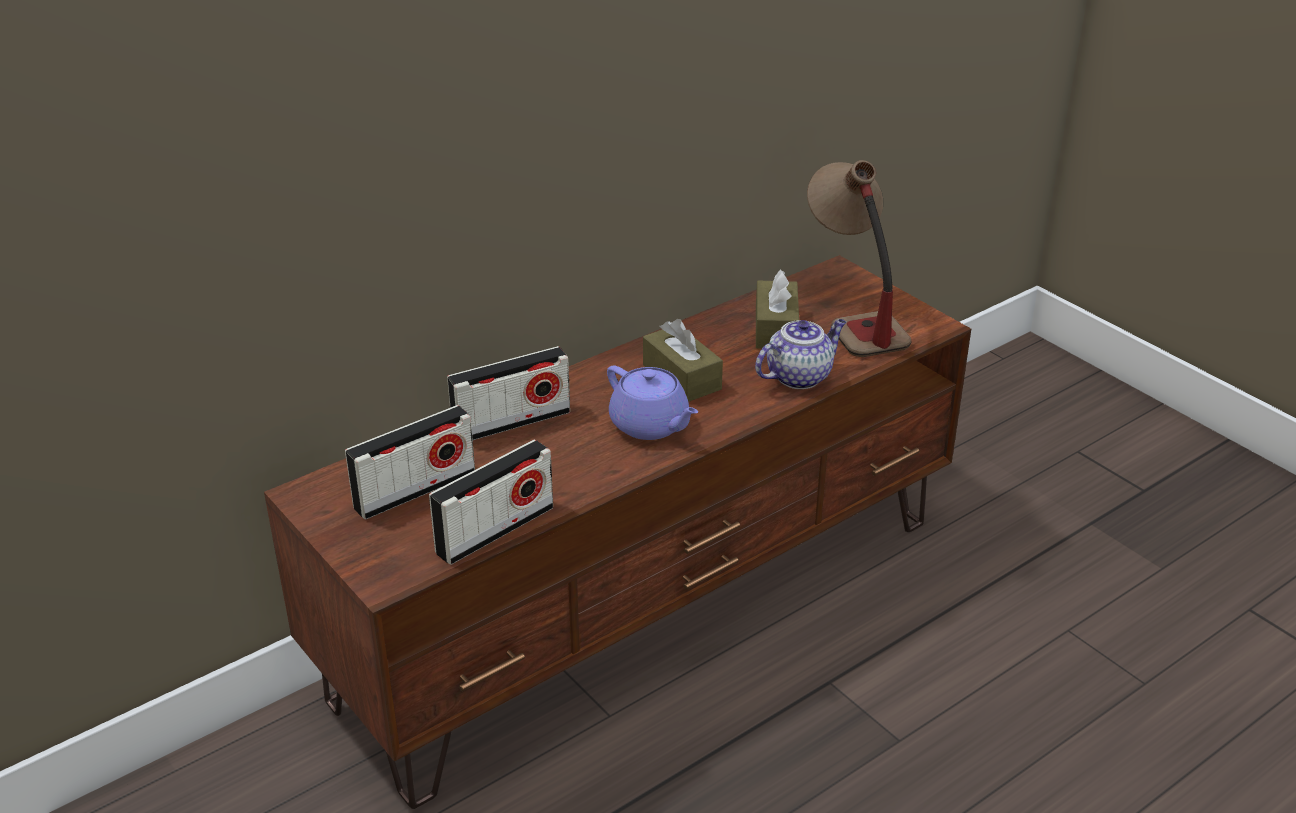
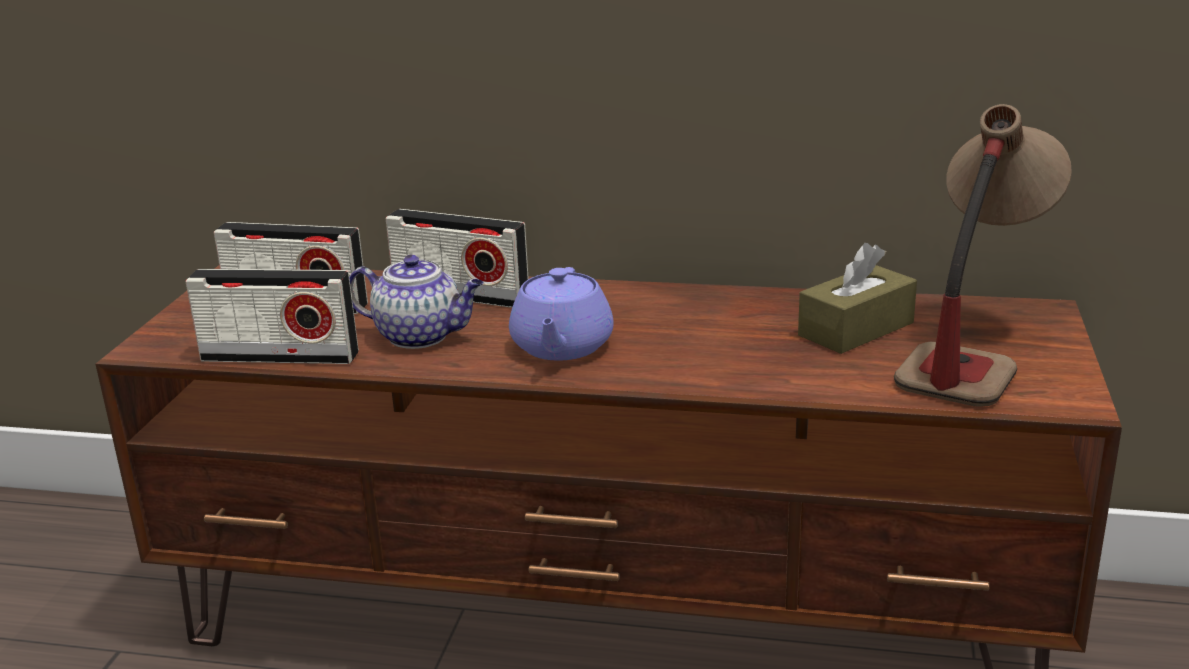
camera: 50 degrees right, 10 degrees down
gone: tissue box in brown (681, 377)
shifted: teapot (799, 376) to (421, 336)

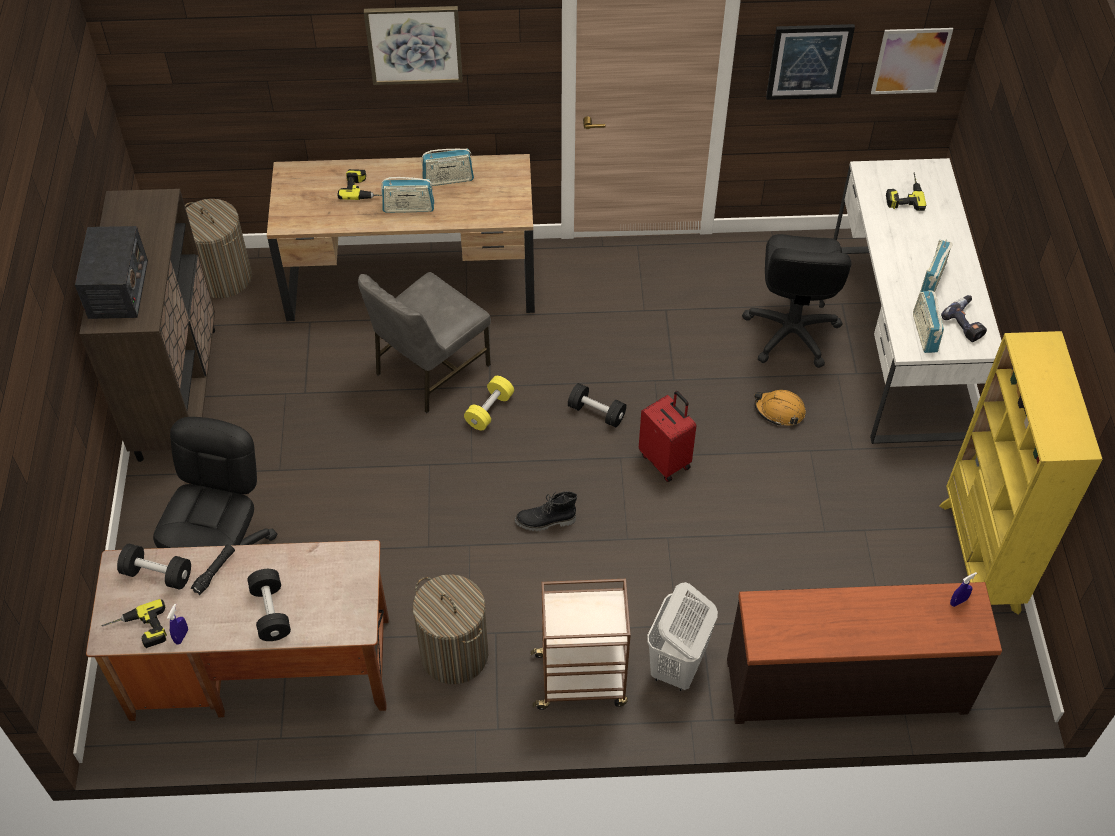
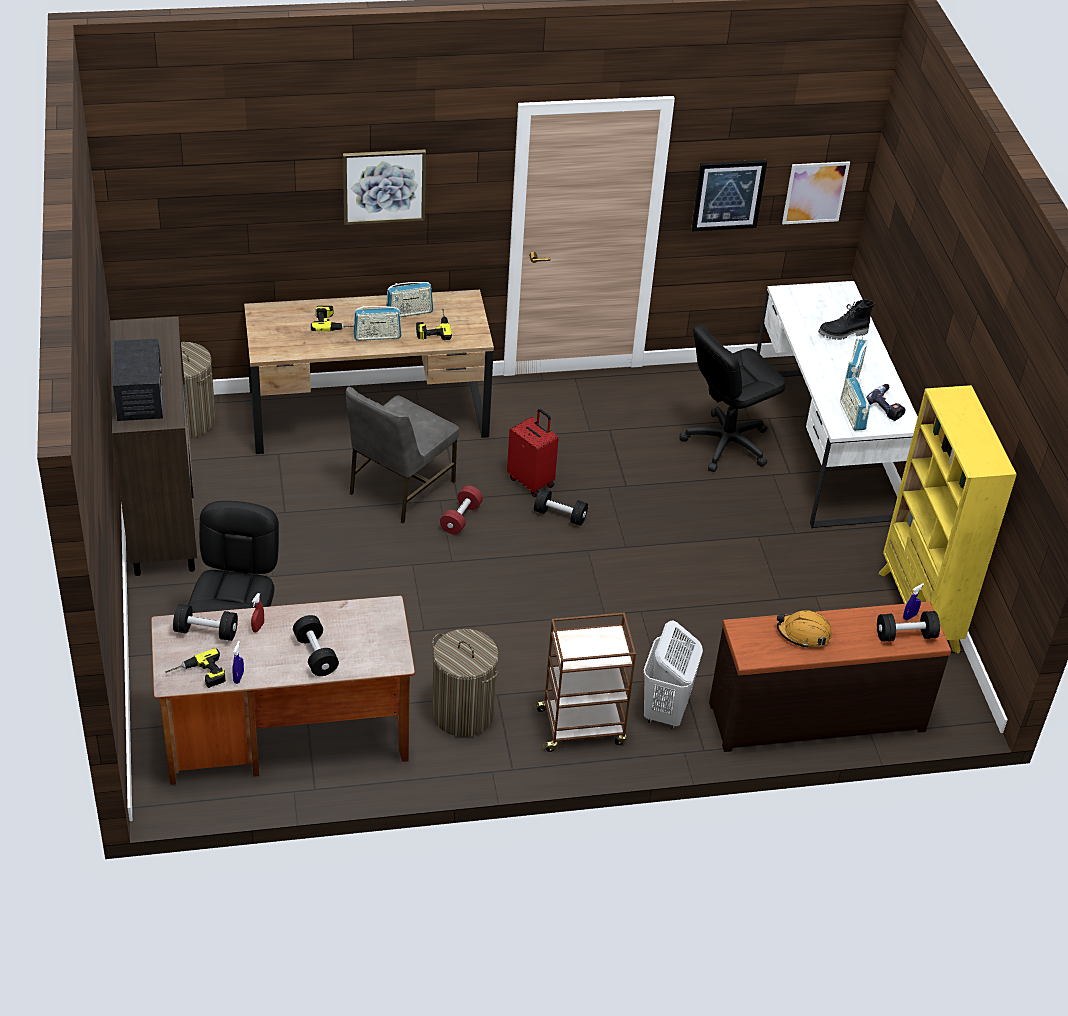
camera: 10 degrees left, 10 degrees down
new: dumbbell in black (905, 635)
shifted: power drill (903, 194) to (433, 327); hard hat in orange (779, 411) to (803, 633); suitcase in red (666, 460) to (531, 481); boot in black (545, 522) to (843, 333)
swapped: flashlight in black (214, 572) to spray bottle in red (258, 627)
repainted: dumbbell in yellow (489, 410) to dumbbell in red (461, 518)
rotated: office chair in black (790, 333) = (726, 443) 60 degrees clockwise

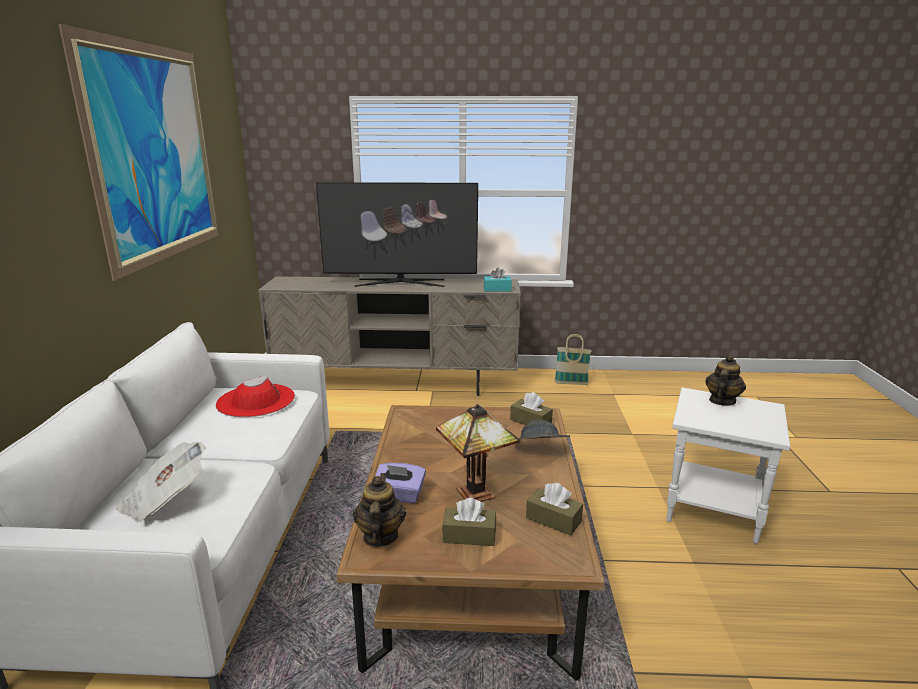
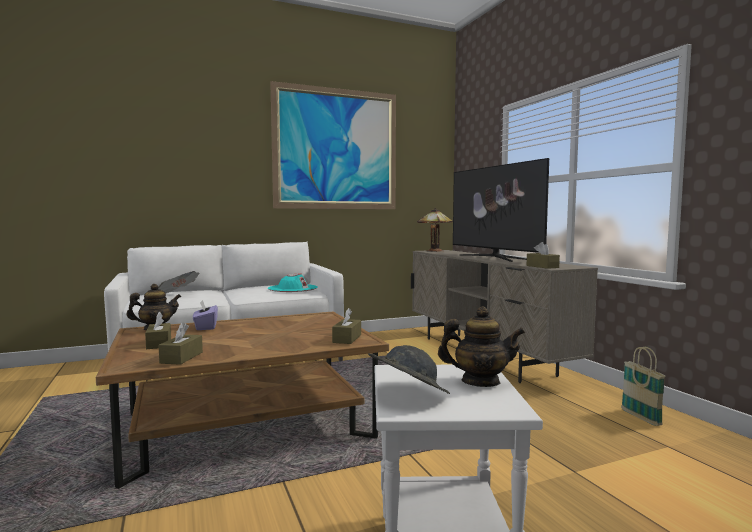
camera: 65 degrees right, 15 degrees down
shifted: table lamp (478, 494) to (435, 251); hat in grey (538, 450) to (407, 394)
repainted: tissue box in turquoise (497, 289) to tissue box in brown (542, 266); hat in red (256, 400) to hat in turquoise (292, 288)

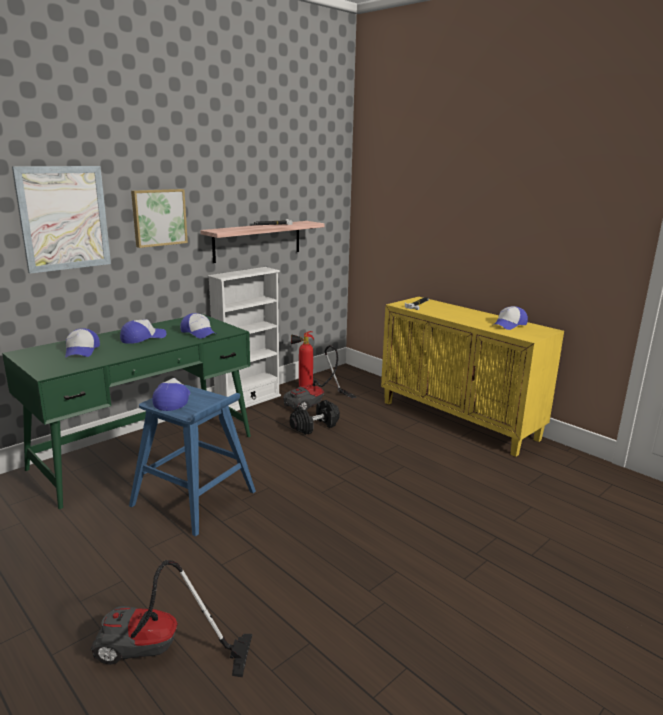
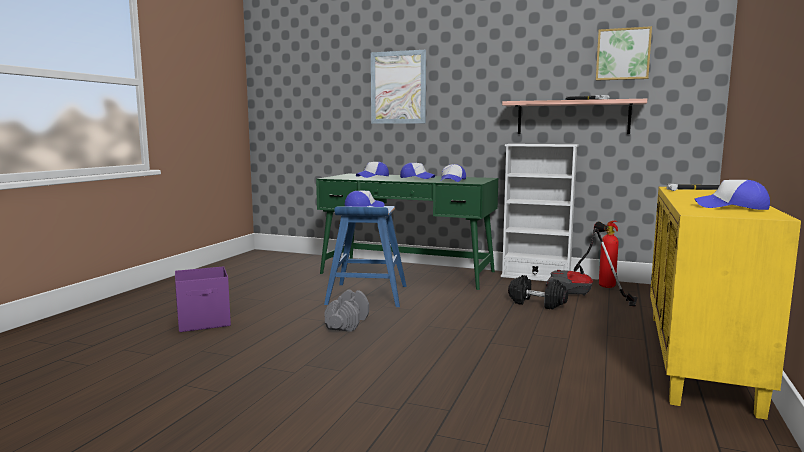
camera: 65 degrees right, 10 degrees down
new: dumbbell in grey (347, 323)
shifted: picture (158, 217) to (623, 54)
swapped: vacuum cleaner (158, 654) to storage box in purple (205, 322)

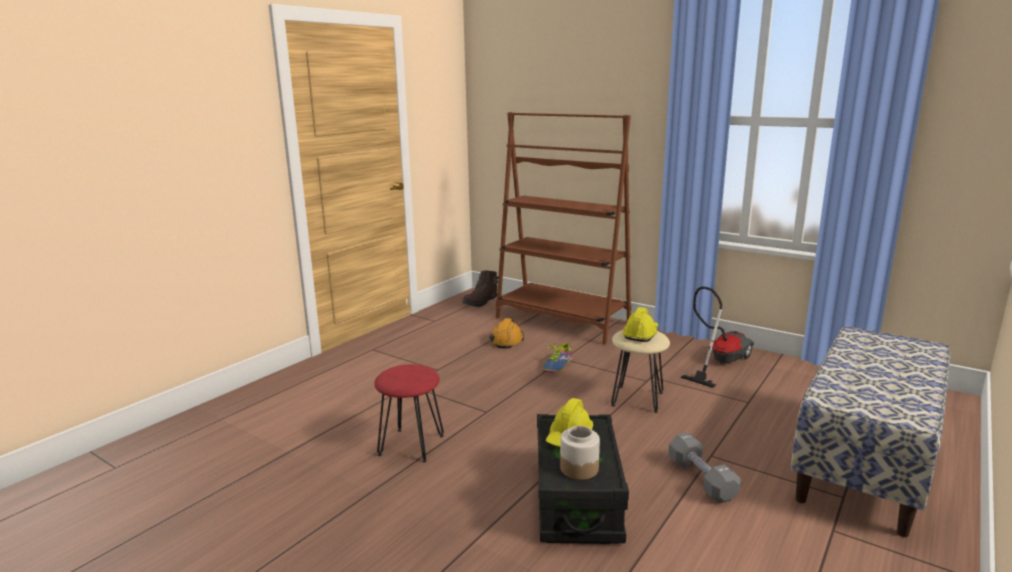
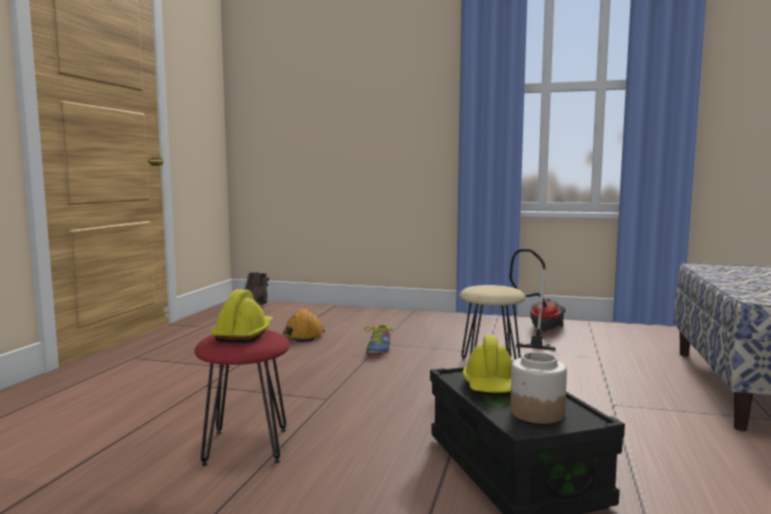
camera: 20 degrees left, 10 degrees down
gone: bookcase in brown (562, 321); dumbbell in grey (701, 479)
shifted: hard hat in yellow (640, 334) to (244, 334)

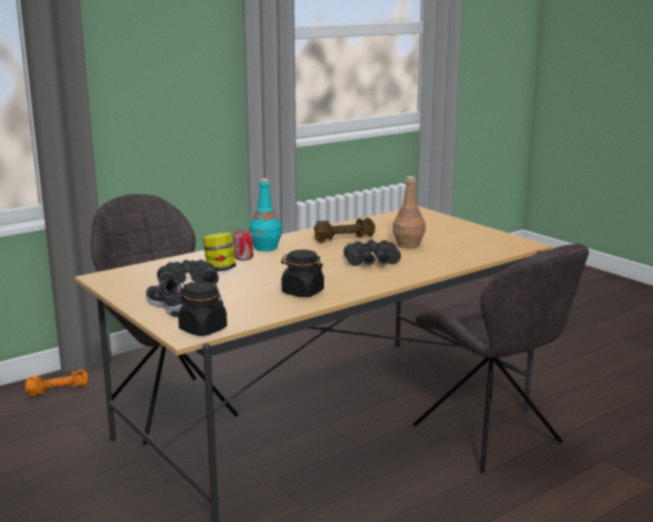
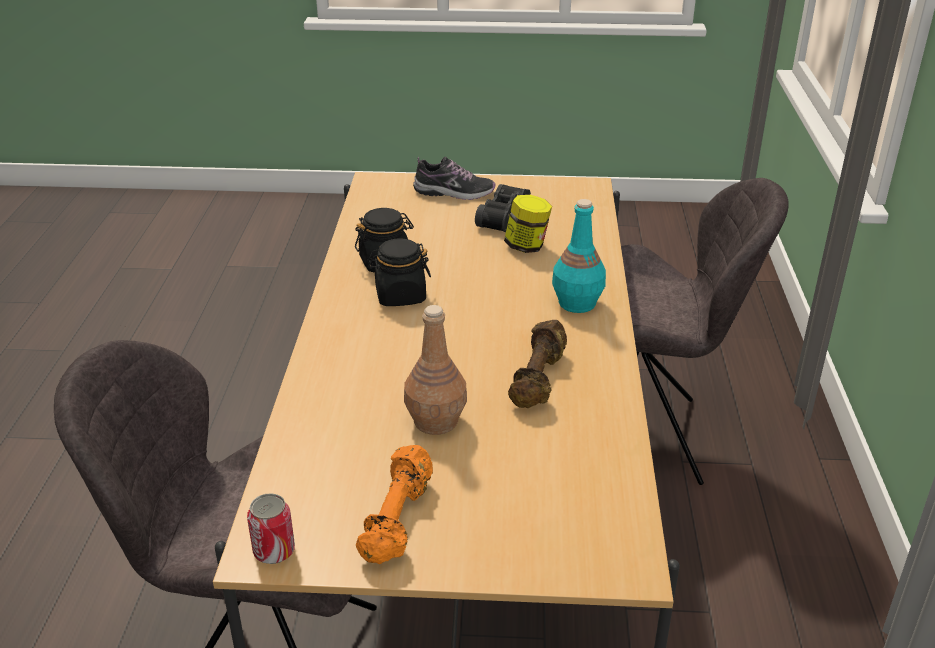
camera: 130 degrees right, 15 degrees up
gone: binoculars in black (372, 263)
shifted: can (243, 258) to (274, 551); jar in black (203, 329) to (400, 296); dumbbell in orange (57, 390) to (399, 520)

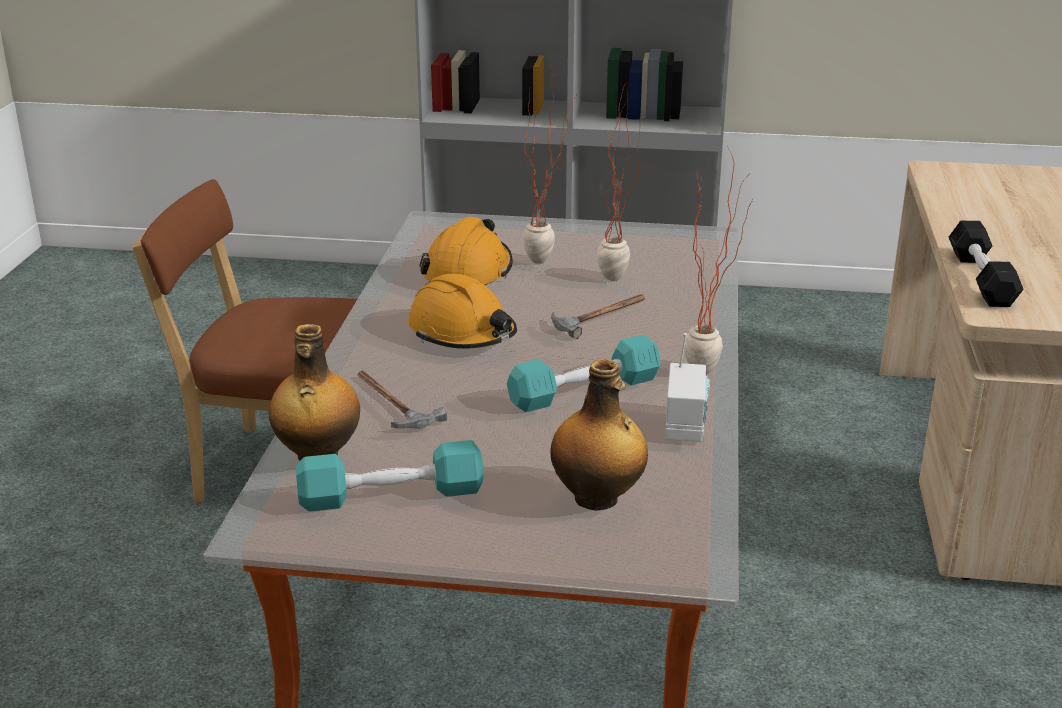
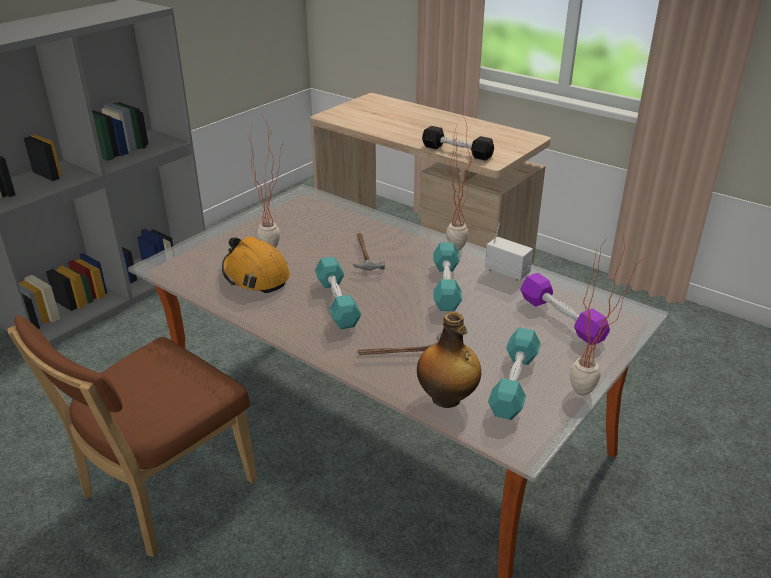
camera: 60 degrees left, 5 degrees up
shifted: potted plant (614, 282) to (591, 394)
swapped: hard hat in orange (462, 333) to dumbbell in turquoise (337, 302); bottle (597, 499) to dumbbell in purple (561, 319)

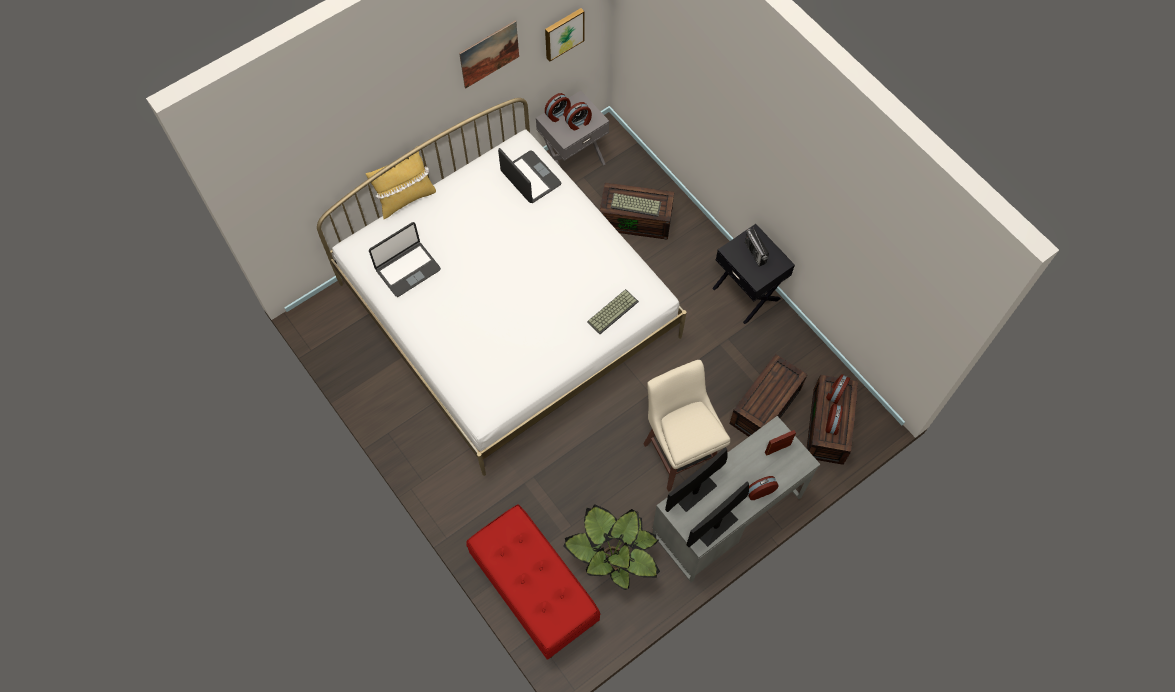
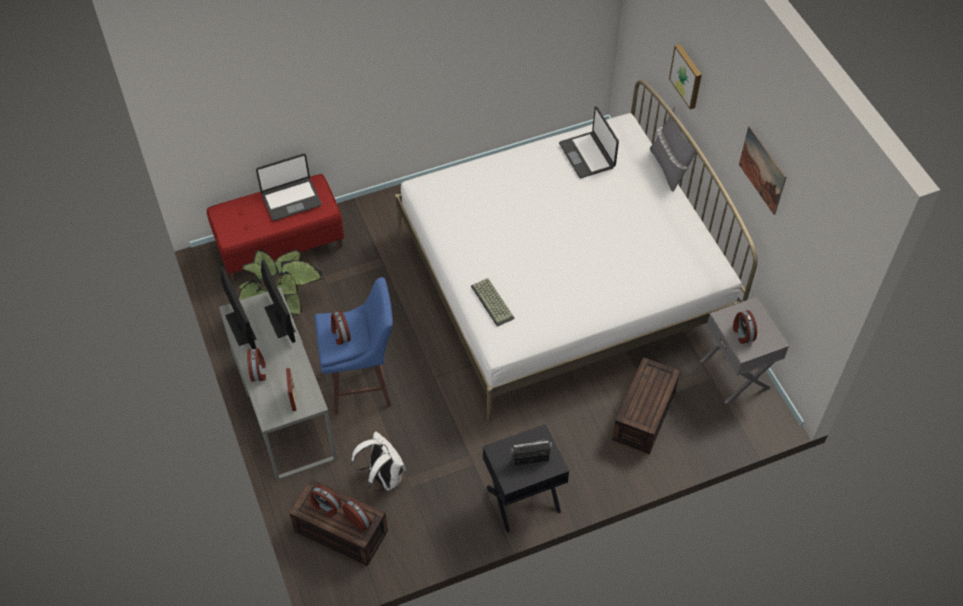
camera: 105 degrees right, 10 degrees down
gone: keyboard (636, 204)
shifted: picture (563, 33) to (687, 76); alarm clock (558, 114) to (340, 334); laptop (530, 178) to (291, 199)
swapped: storage box in brown (765, 407) to backpack in white (383, 477)
repainted: pillow in yellow (405, 198) to pillow in grey (670, 168); stool in beige (679, 453) to stool in blue (362, 386)

